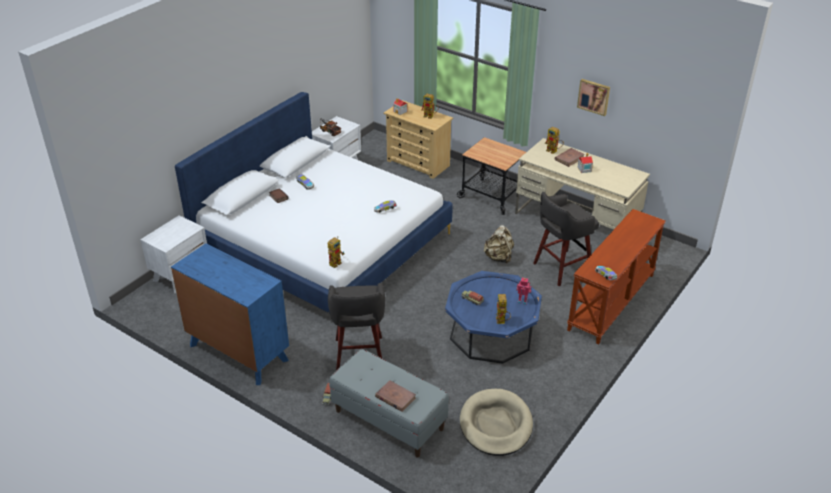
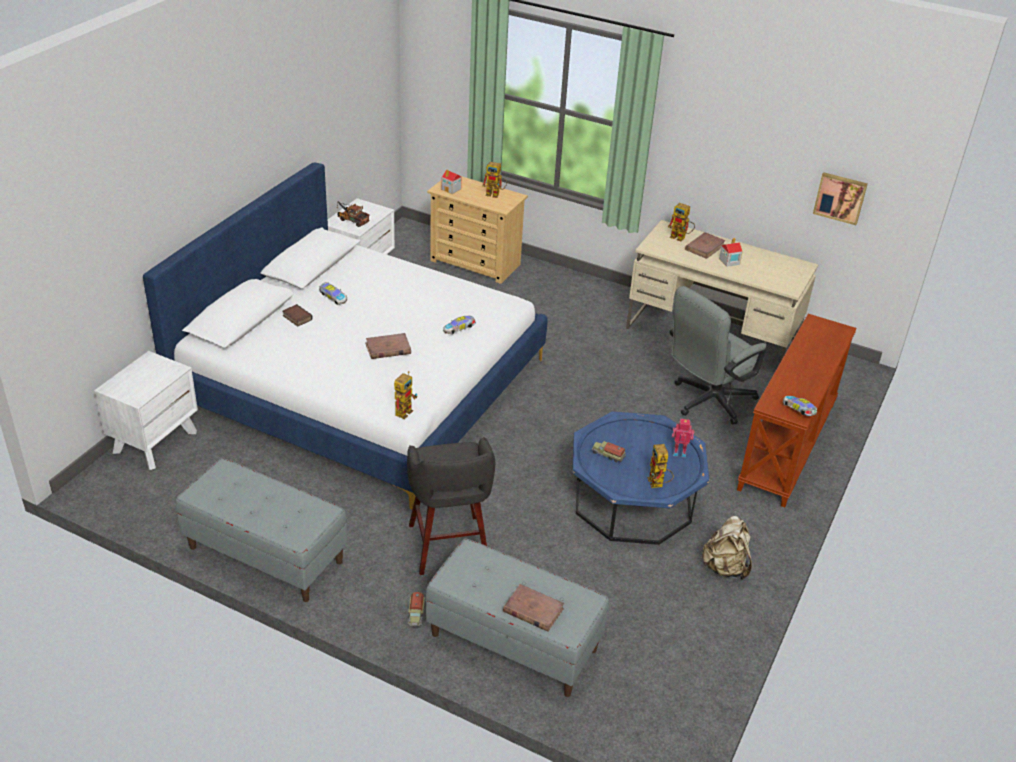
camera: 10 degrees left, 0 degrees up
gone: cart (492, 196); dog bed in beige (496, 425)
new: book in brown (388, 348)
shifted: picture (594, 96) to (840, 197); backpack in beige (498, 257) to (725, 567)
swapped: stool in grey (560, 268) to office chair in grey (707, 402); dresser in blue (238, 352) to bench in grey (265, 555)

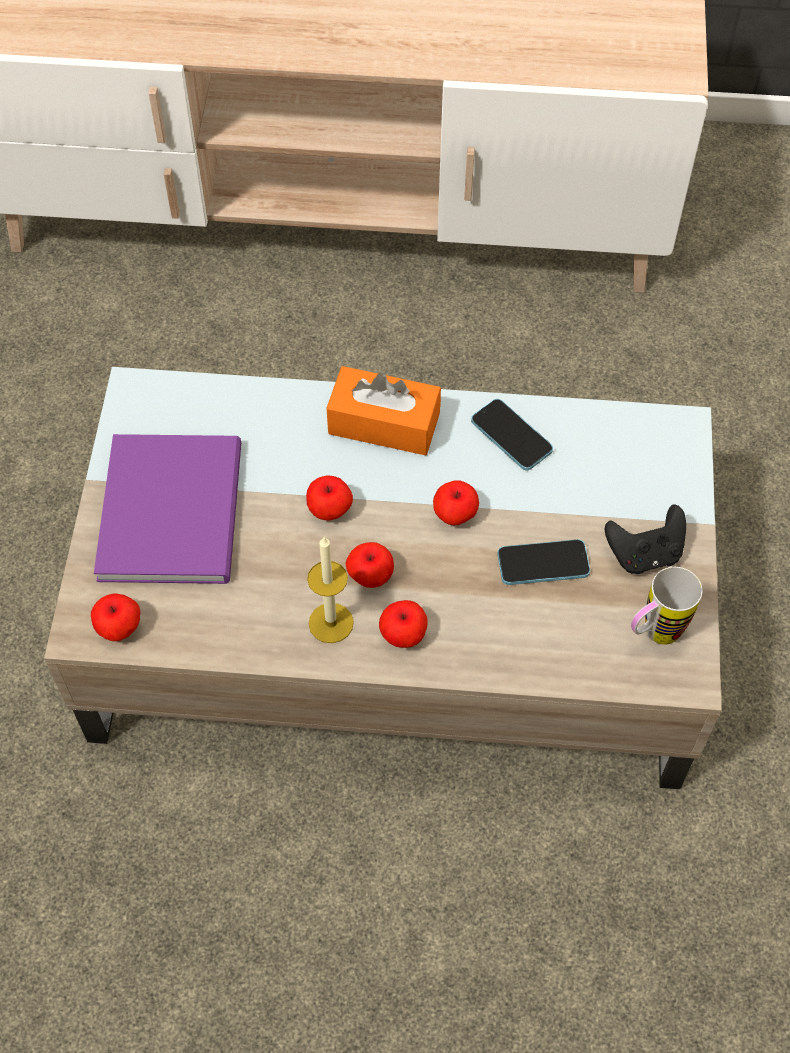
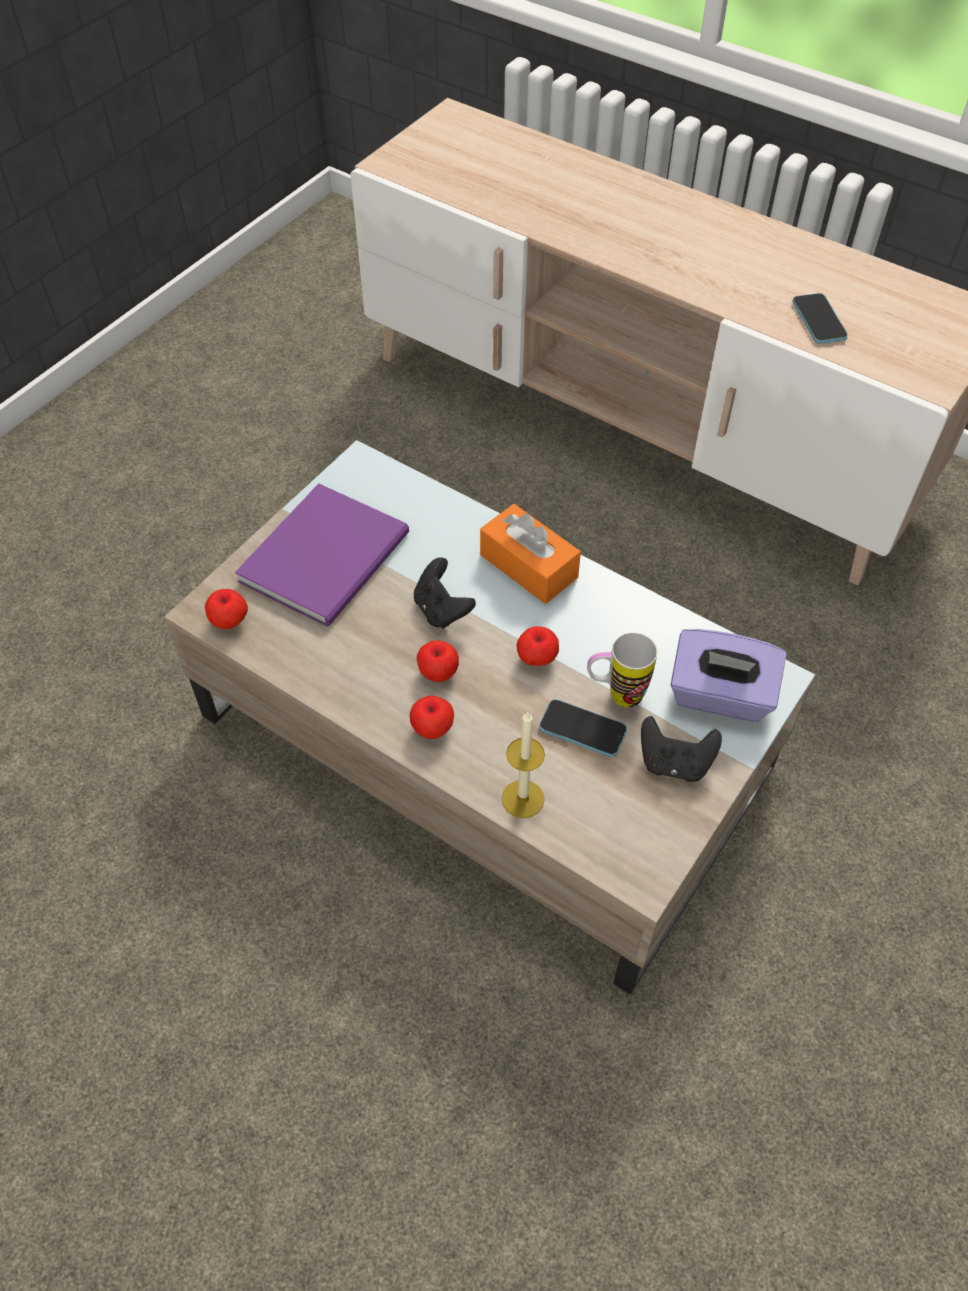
camera: 30 degrees right, 5 degrees down
new: tissue box in purple (720, 696)
shifted: phone (511, 436) to (818, 320); candle (331, 623) to (523, 798); mug (653, 635) to (615, 695)
swapped: apple (329, 510) to game controller in black (441, 609)

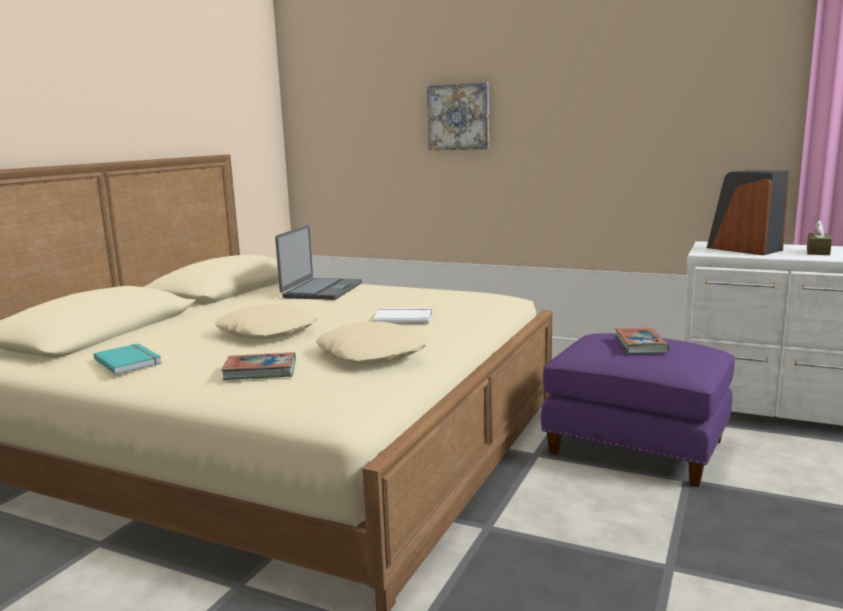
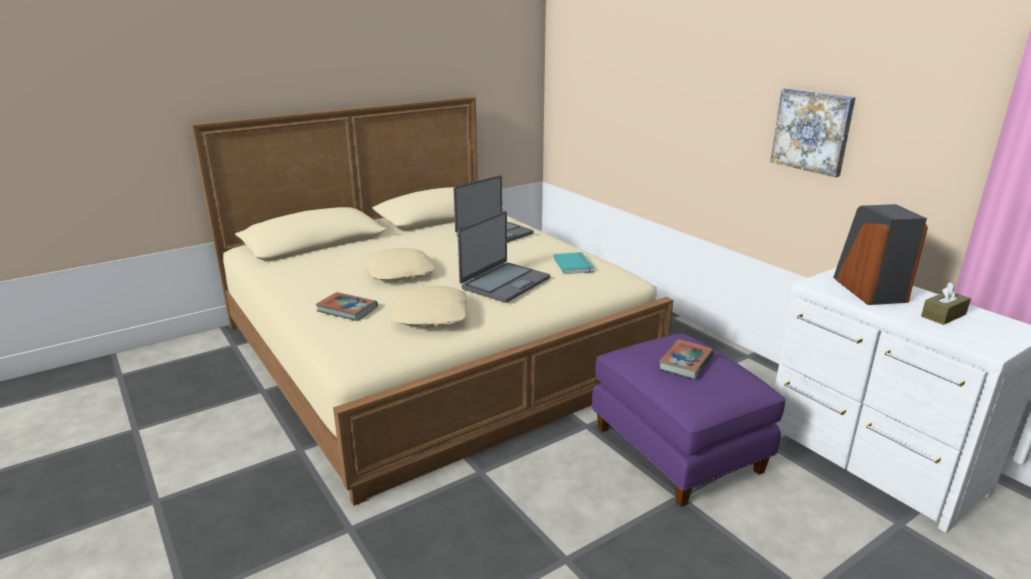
camera: 30 degrees right, 10 degrees up
shifted: picture (459, 117) to (812, 131); book in turquoise (130, 361) to (574, 264)
swapped: book in white (403, 318) to laptop (504, 283)

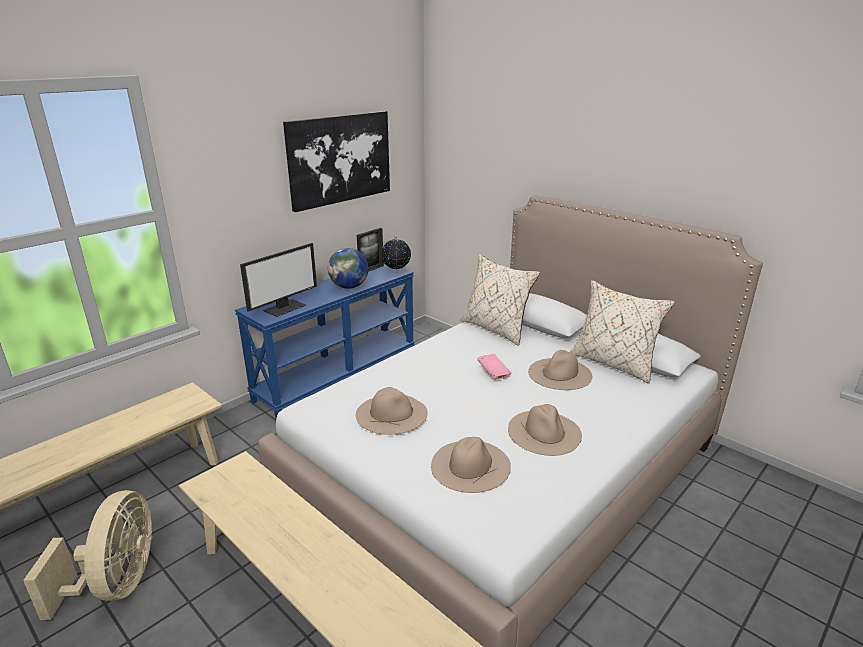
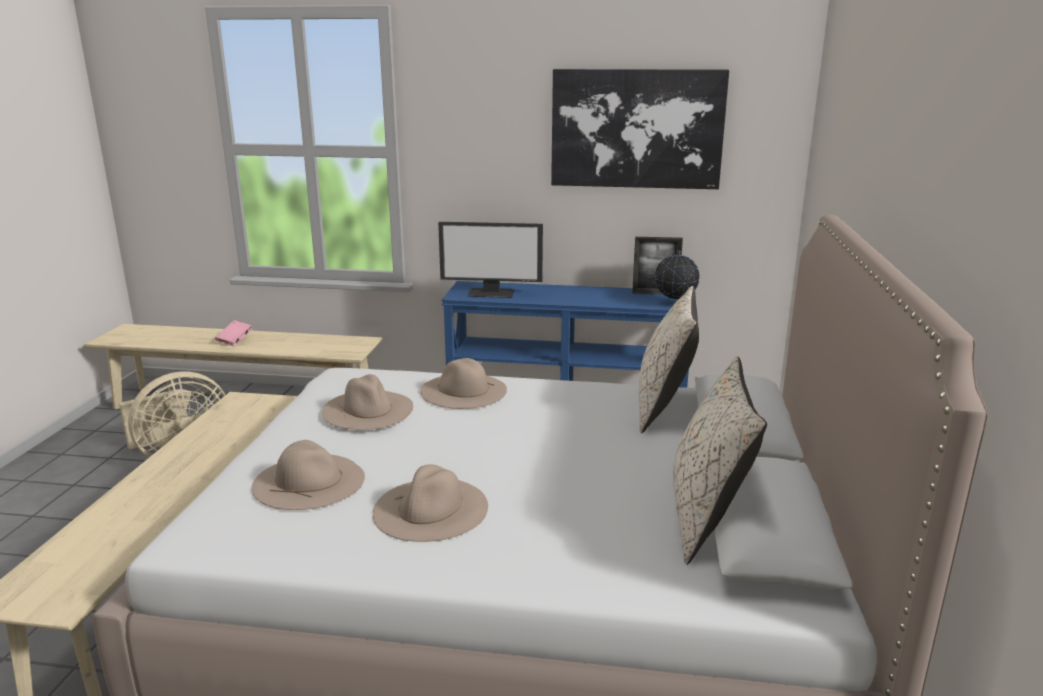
camera: 55 degrees right, 5 degrees down
gone: globe (349, 287)
shifted: hat in beige (560, 374) to (463, 390); book in pink (493, 374) to (235, 341)

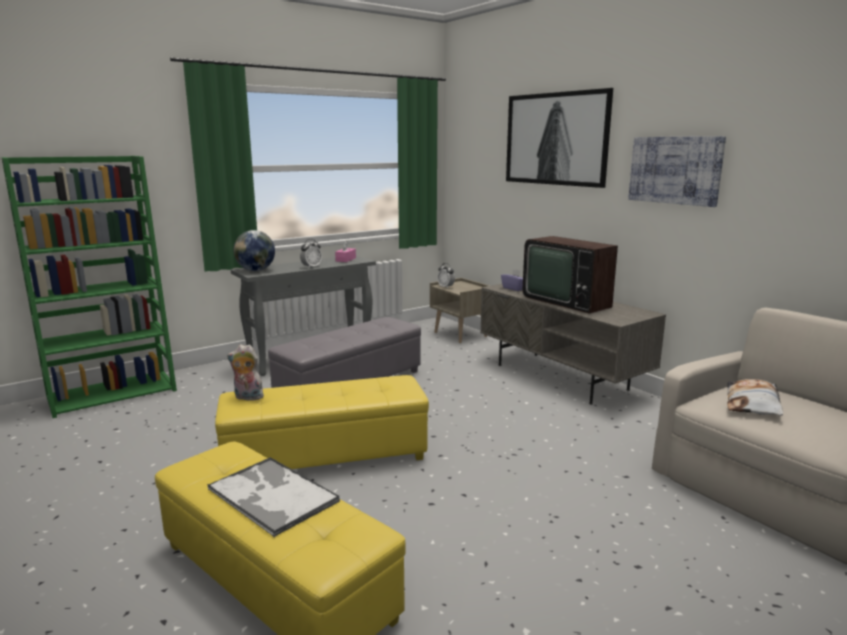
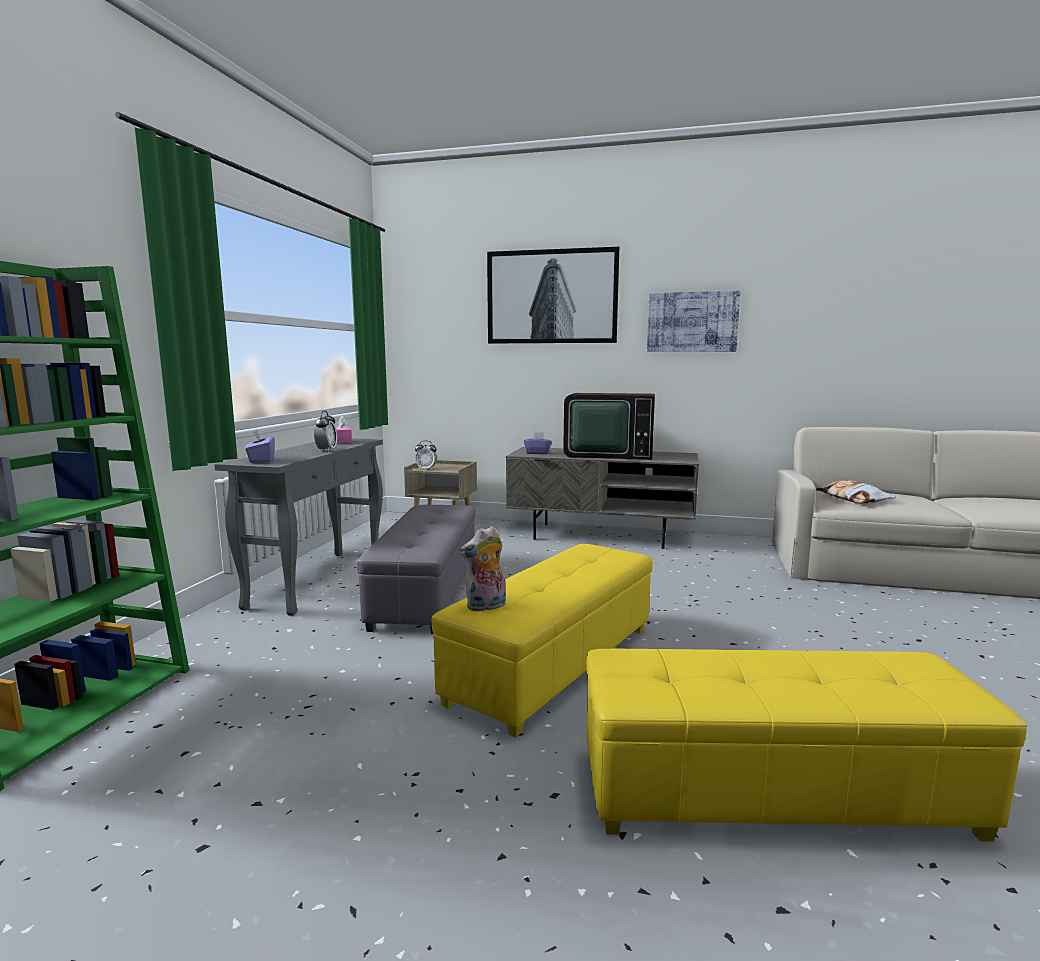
camera: 40 degrees left, 5 degrees down
gone: tray (271, 495)
swapped: globe (256, 270) to tissue box in purple (261, 460)

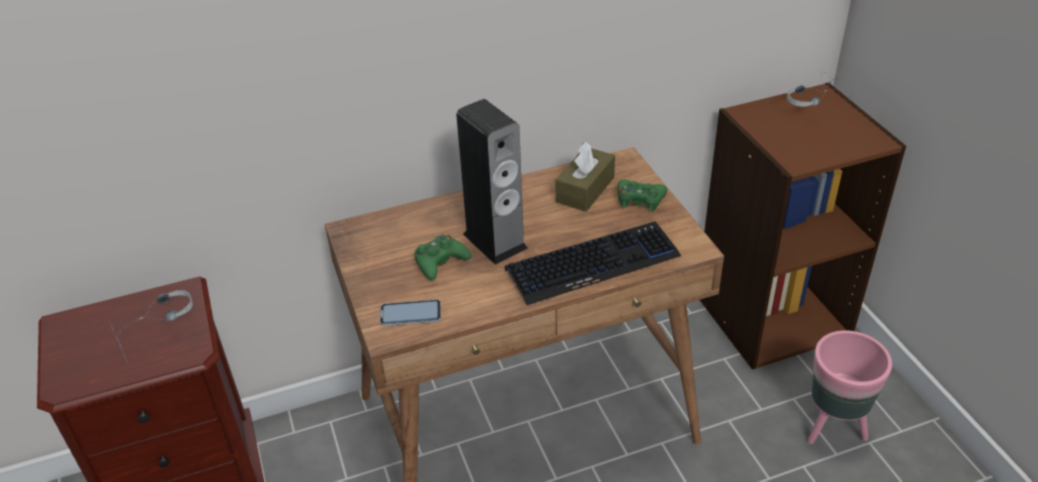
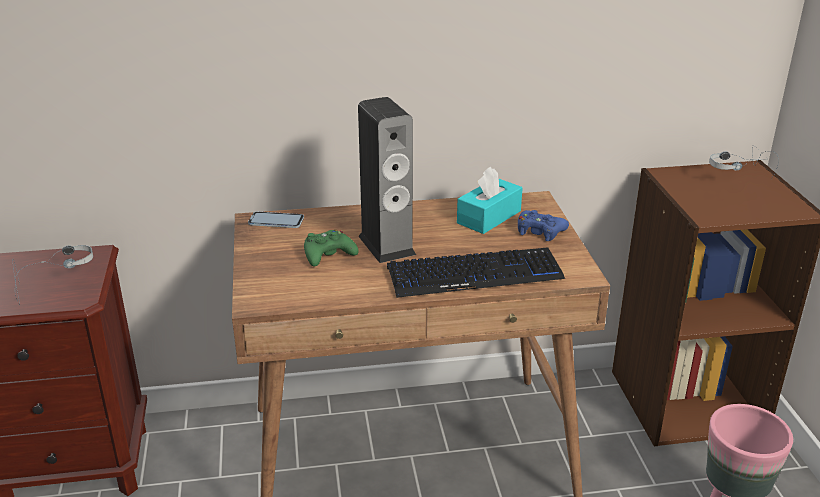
camera: 10 degrees right, 10 degrees down
shifted: phone (410, 314) to (276, 221)
repainted: tissue box in brown (585, 189) to tissue box in turquoise (489, 217); game controller in green (640, 200) to game controller in blue (540, 231)

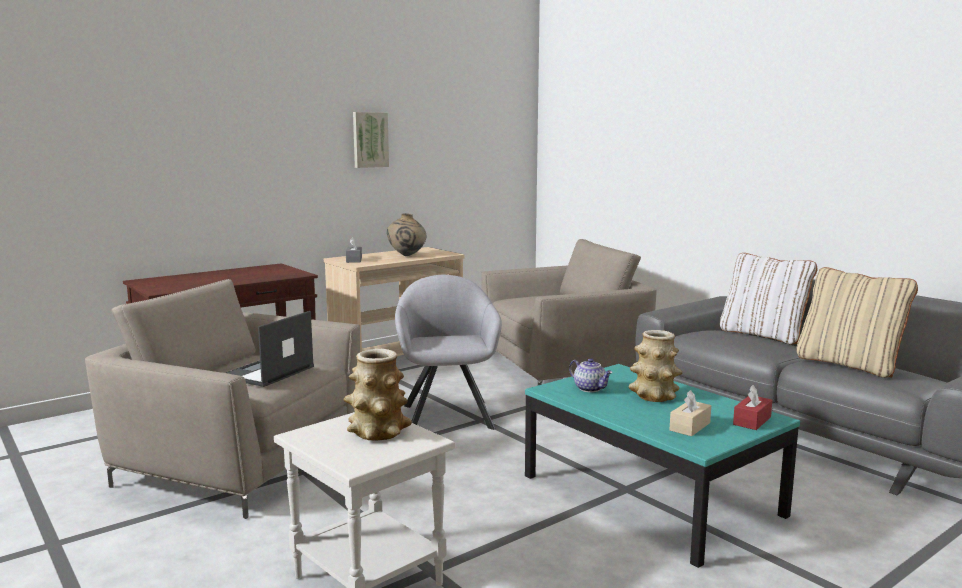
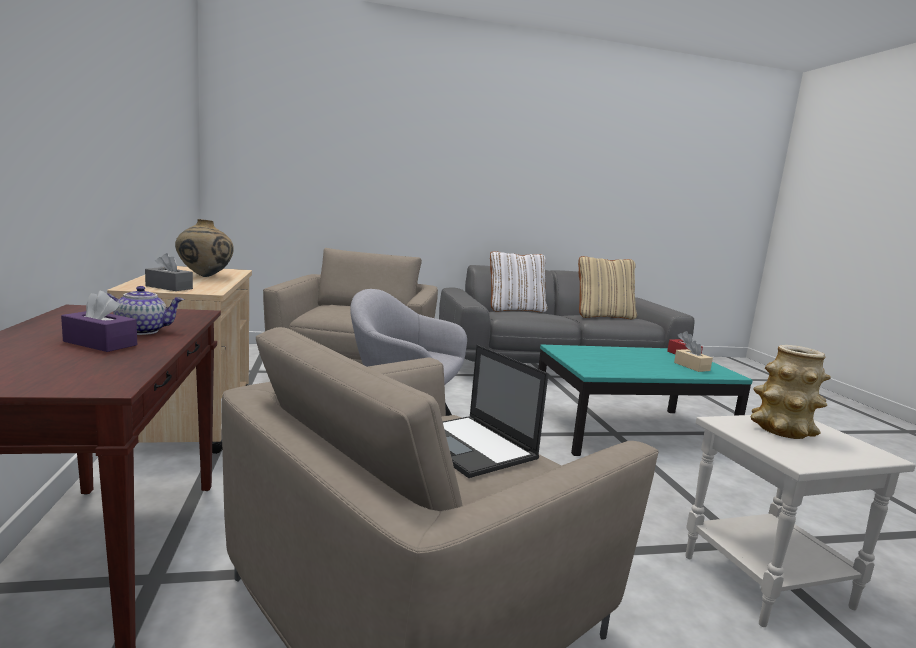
camera: 65 degrees left, 0 degrees up
gone: picture (370, 140); vase (654, 396)
new: tissue box in purple (100, 343)
shifted: teapot (590, 389) to (142, 331)

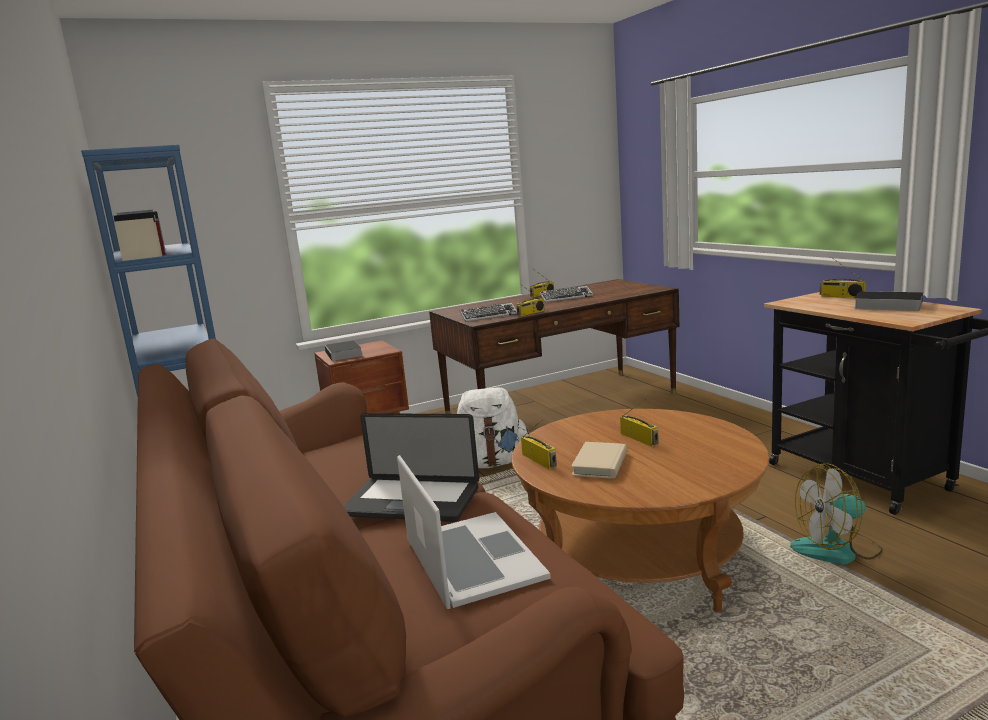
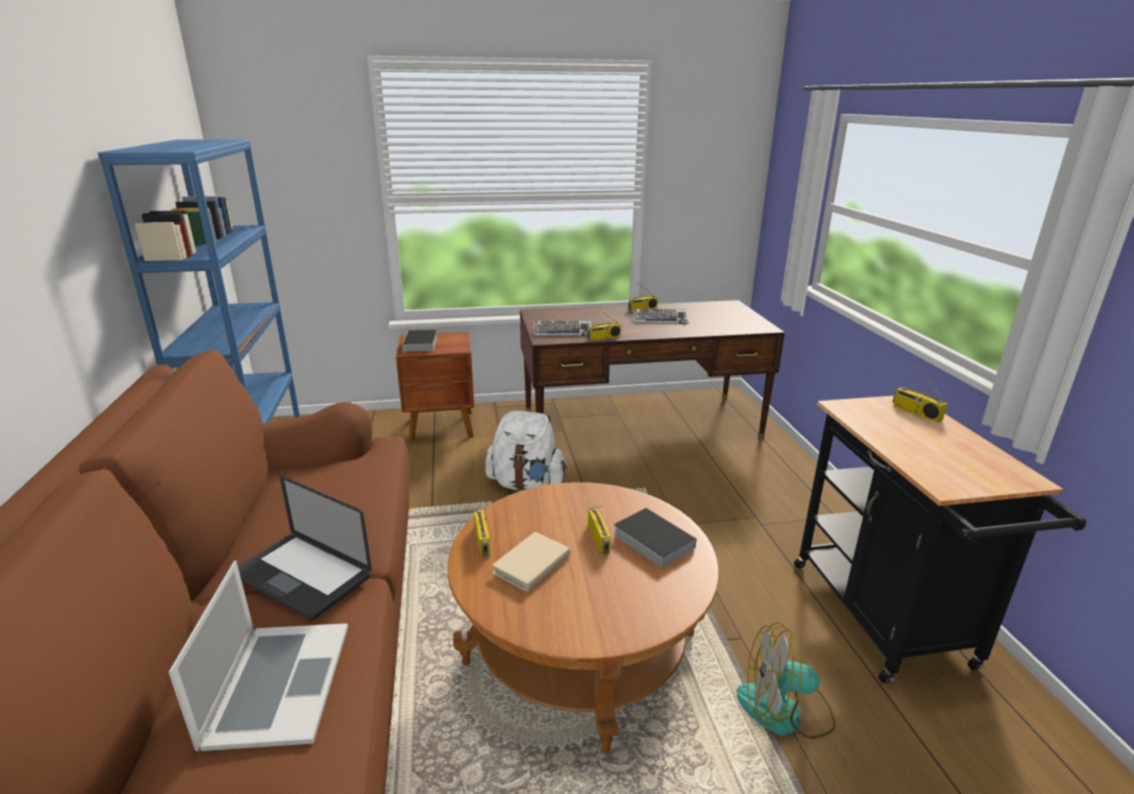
camera: 15 degrees right, 10 degrees up
shifted: book (885, 305) to (651, 540)

